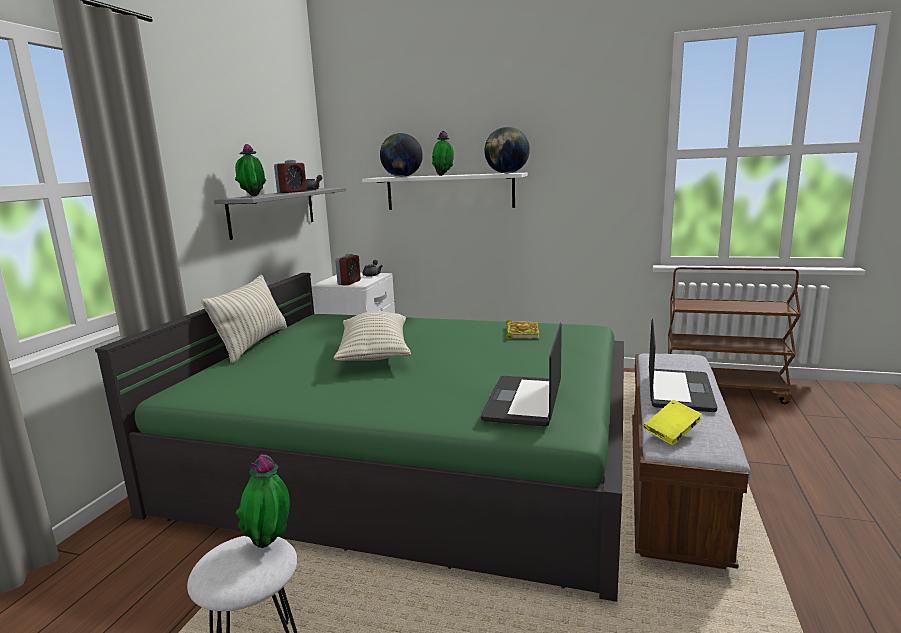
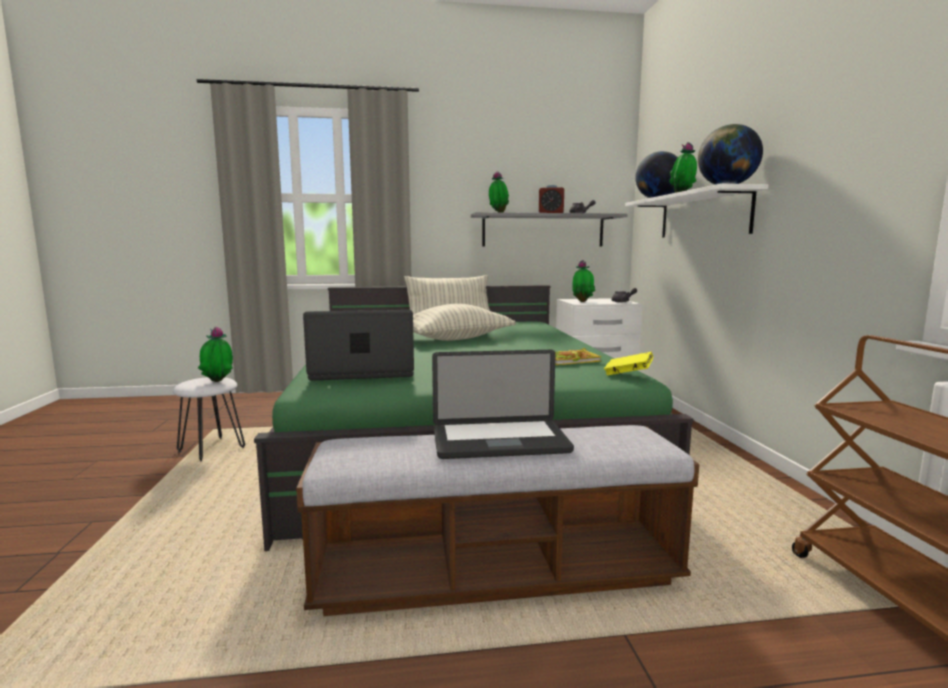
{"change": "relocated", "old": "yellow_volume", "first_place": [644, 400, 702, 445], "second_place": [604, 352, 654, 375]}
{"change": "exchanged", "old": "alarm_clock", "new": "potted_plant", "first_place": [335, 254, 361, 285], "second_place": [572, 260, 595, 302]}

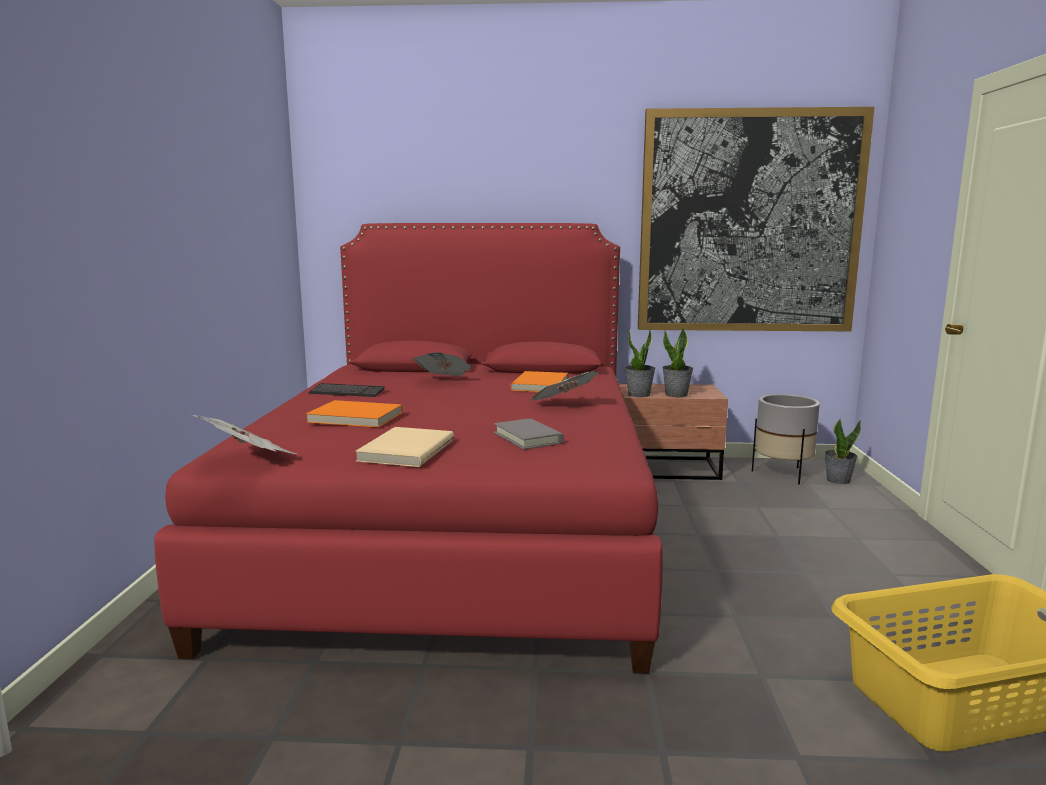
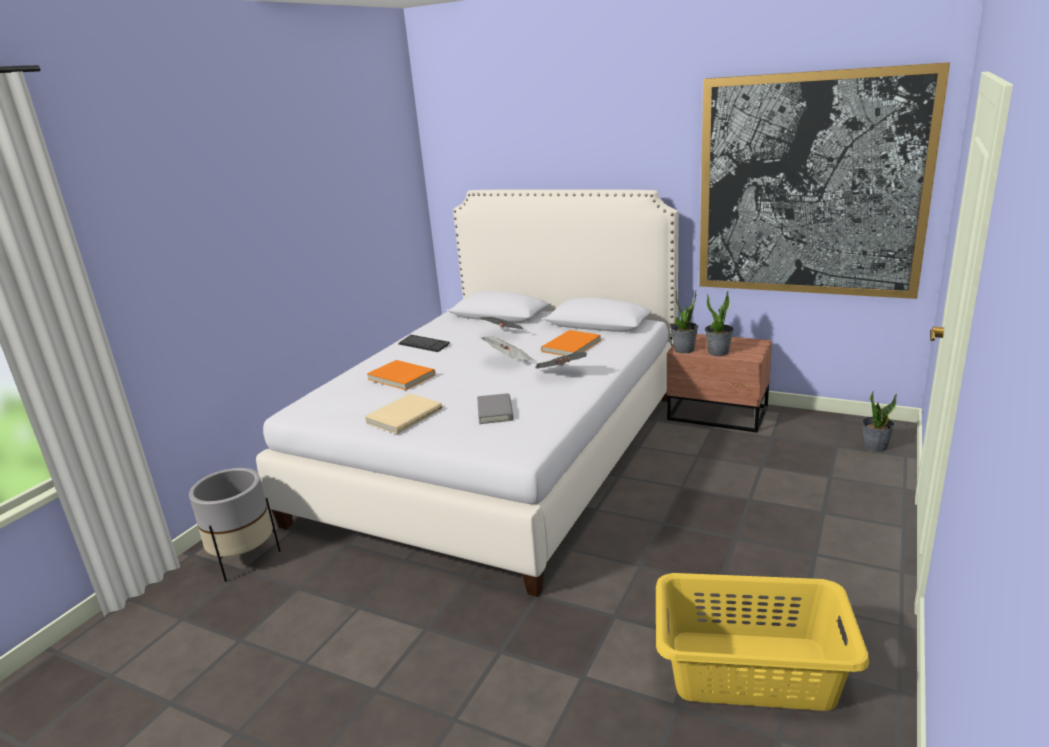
{"change": "relocated", "old": "daily_paper", "first_place": [192, 415, 296, 454], "second_place": [479, 336, 536, 361]}
{"change": "relocated", "old": "greyish_flower_pot", "first_place": [752, 394, 820, 485], "second_place": [189, 468, 281, 582]}
{"change": "colour", "old": "red-coloured_bedroom_bed", "new": "whitish_bedroom_bed", "first_place": [154, 223, 663, 674], "second_place": [256, 189, 679, 597]}

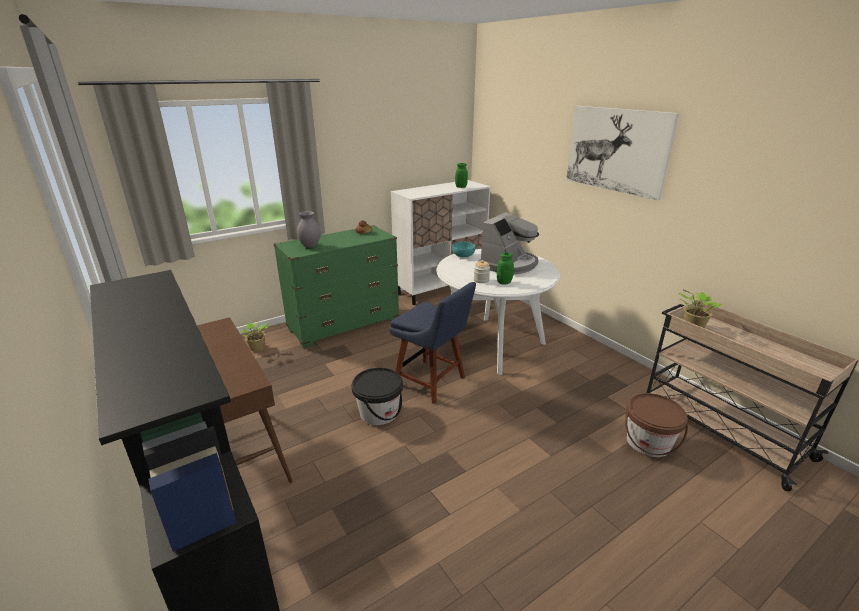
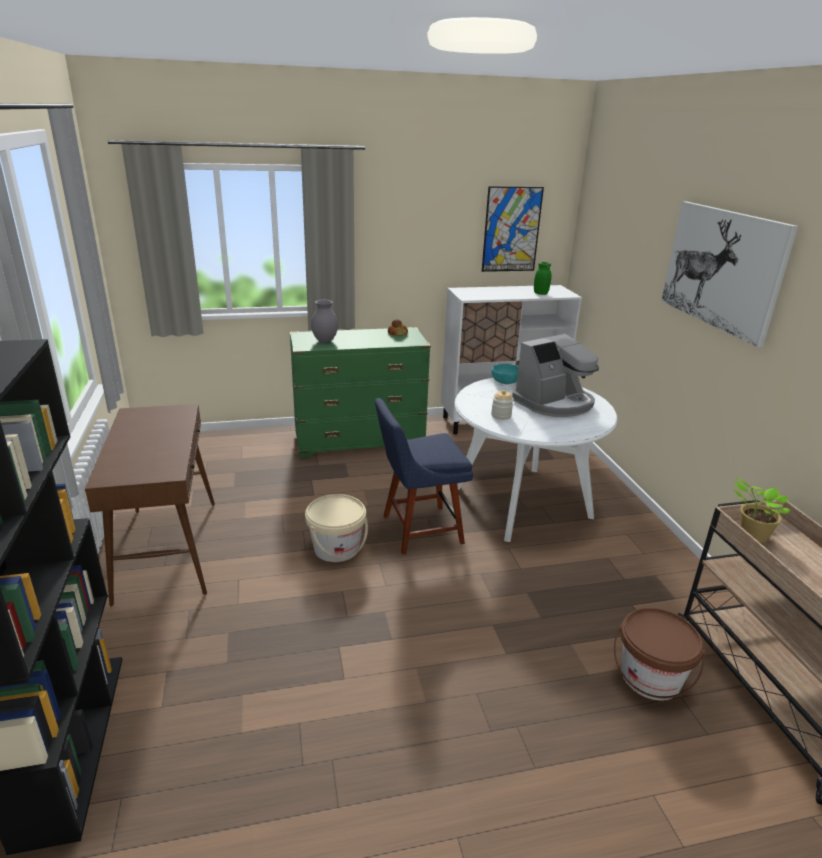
{"change": "missing", "old": "potted_plant", "first_place": [240, 323, 268, 352]}
{"change": "missing", "old": "green-coloured_storage_jar", "first_place": [497, 253, 514, 284]}
{"change": "appeared", "new": "wall_art", "second_place": [482, 186, 544, 272]}
{"change": "colour", "old": "blackish_pail", "new": "beige-coloured_pail", "first_place": [352, 368, 403, 425], "second_place": [305, 494, 368, 562]}
{"change": "spun", "old": "bluish_chair", "first_place": [389, 282, 476, 404], "second_place": [375, 398, 473, 555], "degrees": 105}

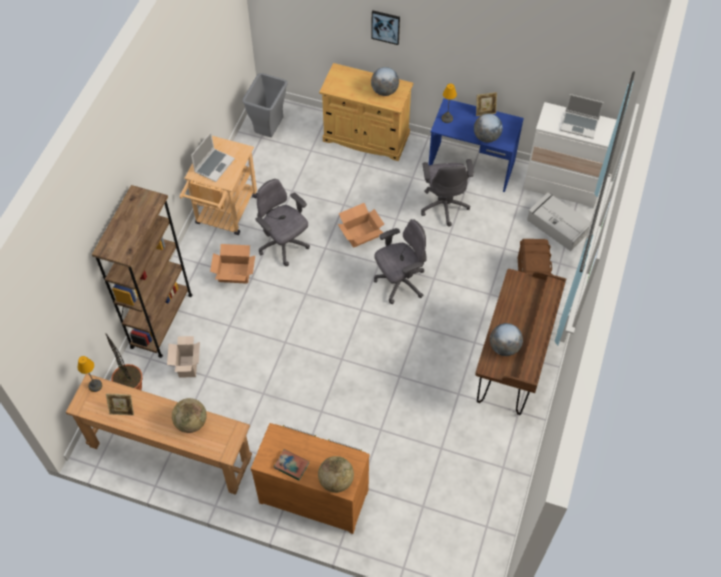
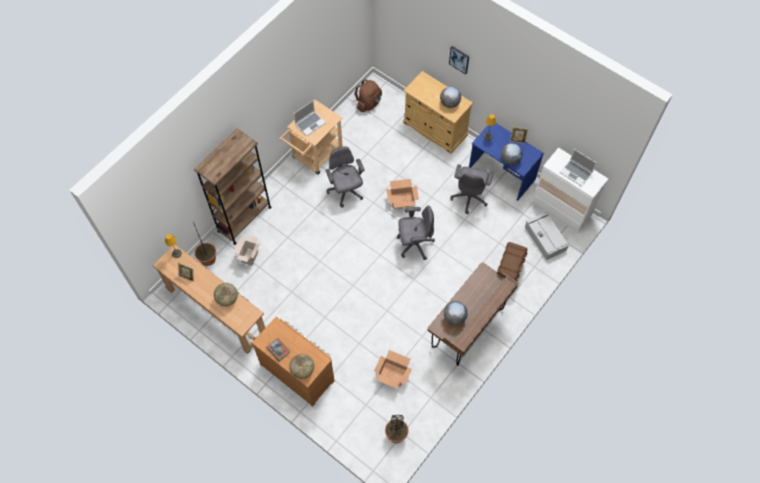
{"change": "appeared", "new": "potted_plant", "second_place": [385, 415, 409, 443]}
{"change": "relocated", "old": "cardboard_box", "first_place": [210, 244, 255, 284], "second_place": [374, 350, 412, 389]}
{"change": "exchanged", "old": "greyish_rubbish_bin", "new": "brown-coloured_rucksack", "first_place": [243, 73, 287, 137], "second_place": [354, 79, 382, 112]}

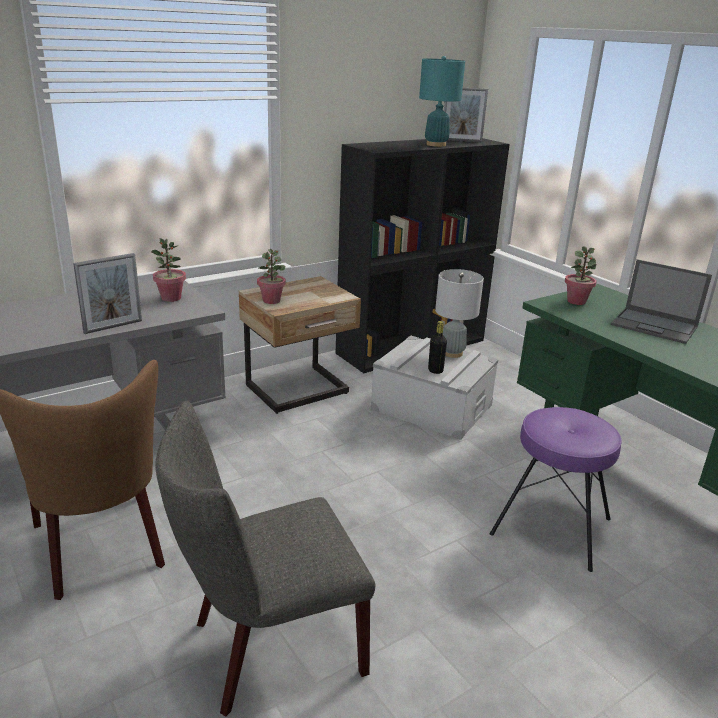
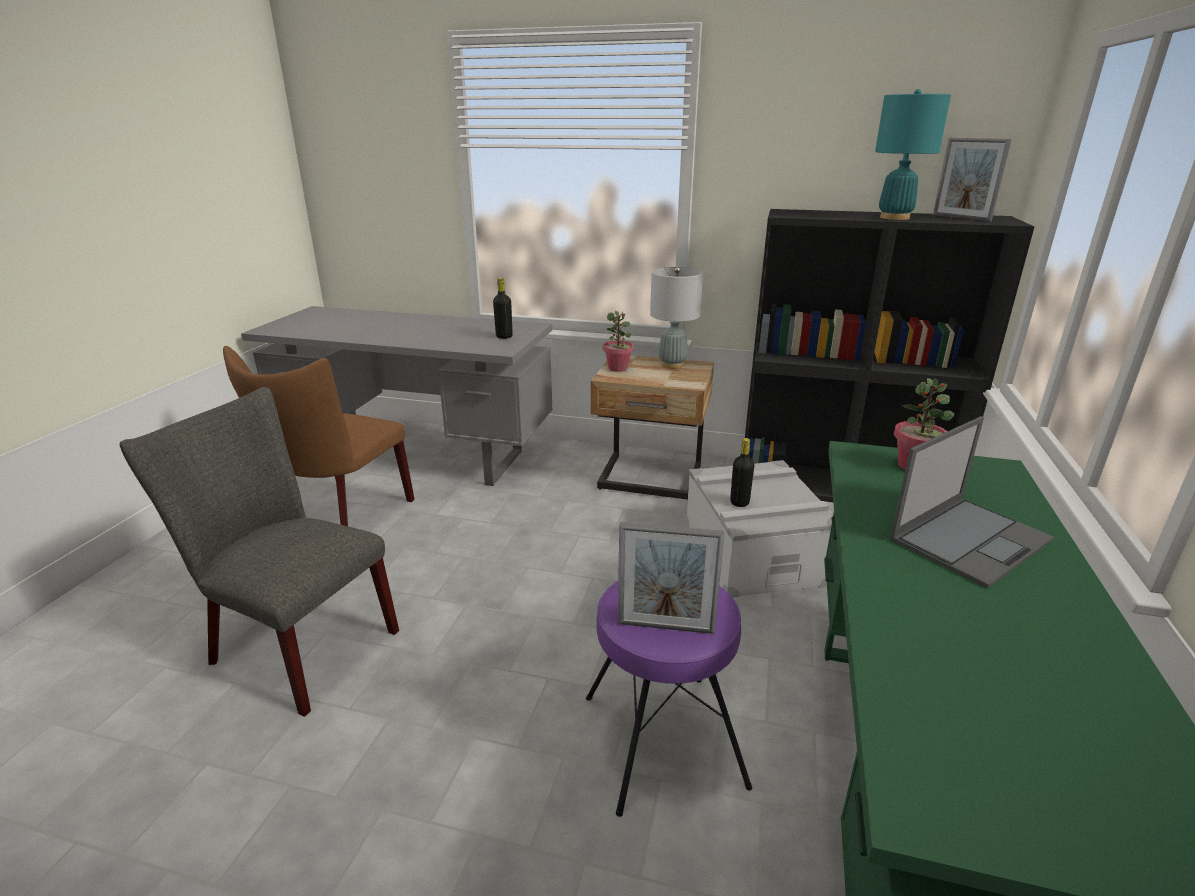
{"change": "relocated", "old": "picture_frame", "first_place": [73, 253, 142, 334], "second_place": [618, 522, 724, 634]}
{"change": "relocated", "old": "greyish_table_lamp", "first_place": [435, 269, 484, 358], "second_place": [650, 267, 703, 369]}
{"change": "exchanged", "old": "potted_plant", "new": "blackish_drink_bottle", "first_place": [151, 238, 186, 302], "second_place": [493, 278, 513, 339]}
{"change": "spun", "old": "laptop", "first_place": [611, 259, 712, 344], "second_place": [890, 416, 1054, 588], "degrees": -120}

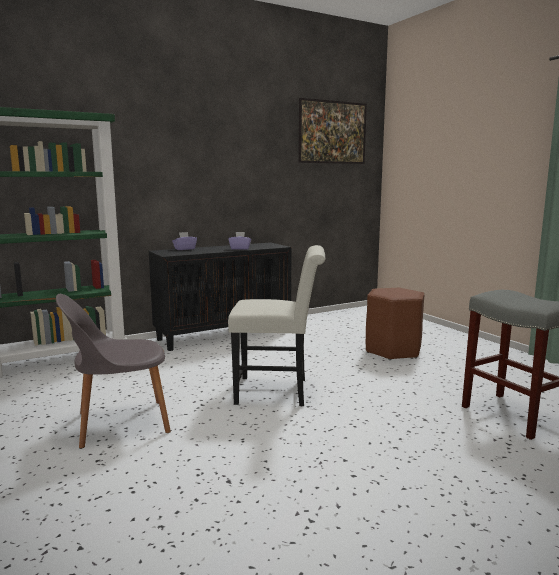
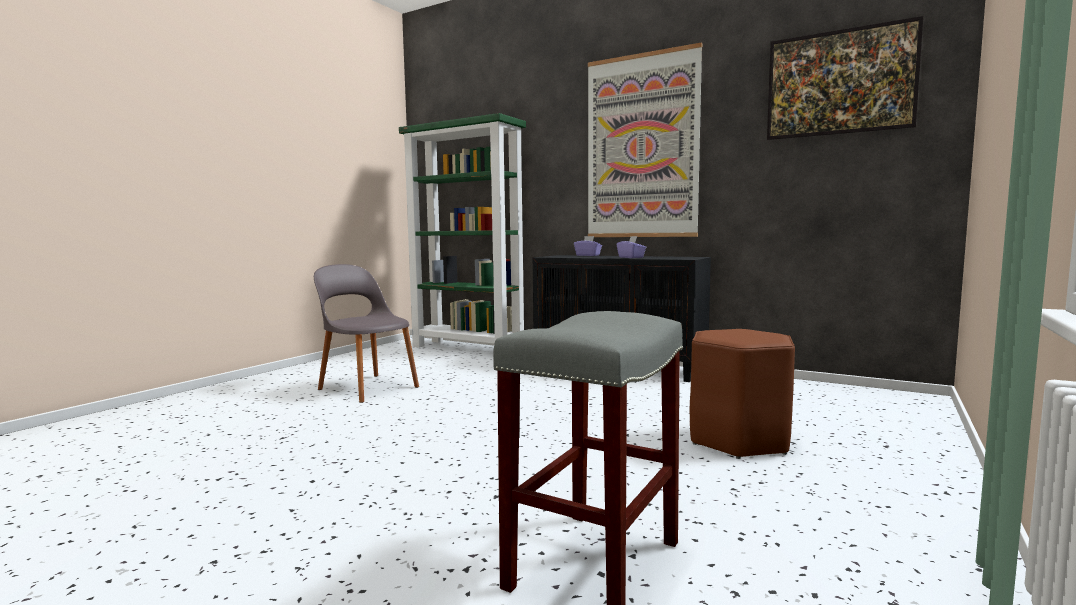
{"change": "missing", "old": "whitish_chair", "first_place": [228, 245, 325, 406]}
{"change": "appeared", "new": "wall_art", "second_place": [588, 42, 702, 237]}

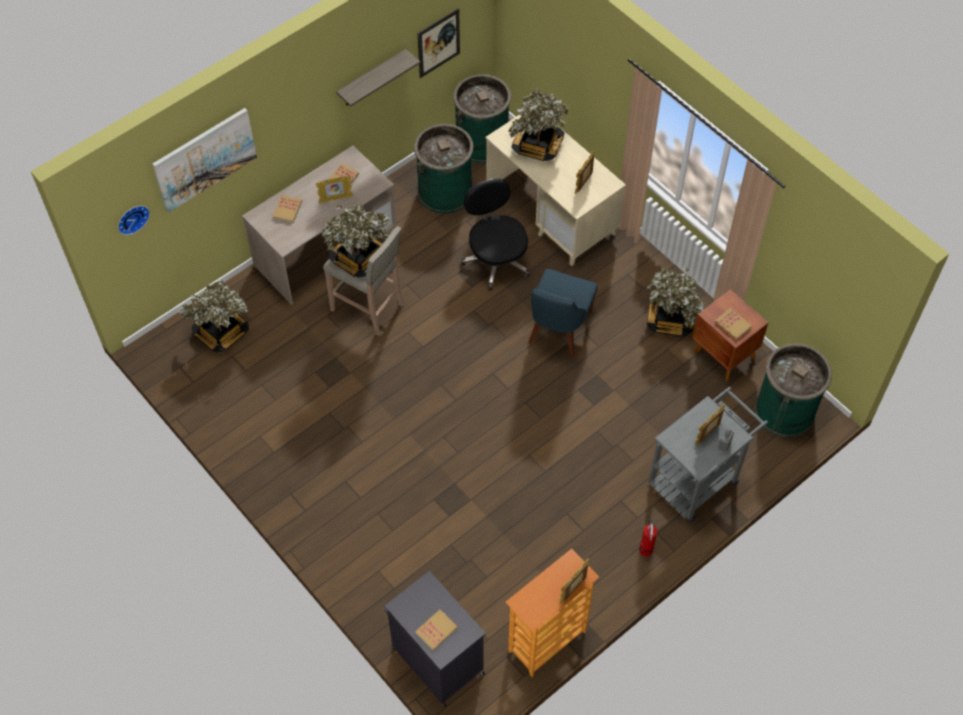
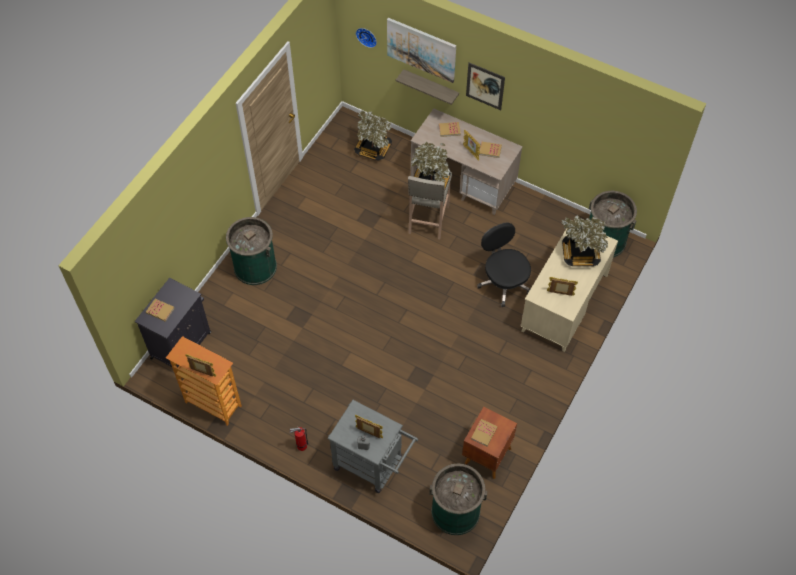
{"change": "missing", "old": "bluish_chair", "first_place": [528, 269, 597, 357]}
{"change": "missing", "old": "potted_plant", "first_place": [647, 268, 704, 336]}
{"change": "relocated", "old": "shelf", "first_place": [336, 49, 420, 107], "second_place": [396, 69, 459, 105]}
{"change": "relocated", "old": "green-coloured_rubbish_bin", "first_place": [414, 124, 474, 214], "second_place": [226, 217, 277, 285]}
{"change": "relocated", "old": "wall_art", "first_place": [417, 8, 460, 78], "second_place": [466, 63, 505, 110]}
{"change": "spun", "old": "blackish_computer_chair", "first_place": [461, 178, 530, 290], "second_place": [477, 223, 531, 307], "degrees": -75}

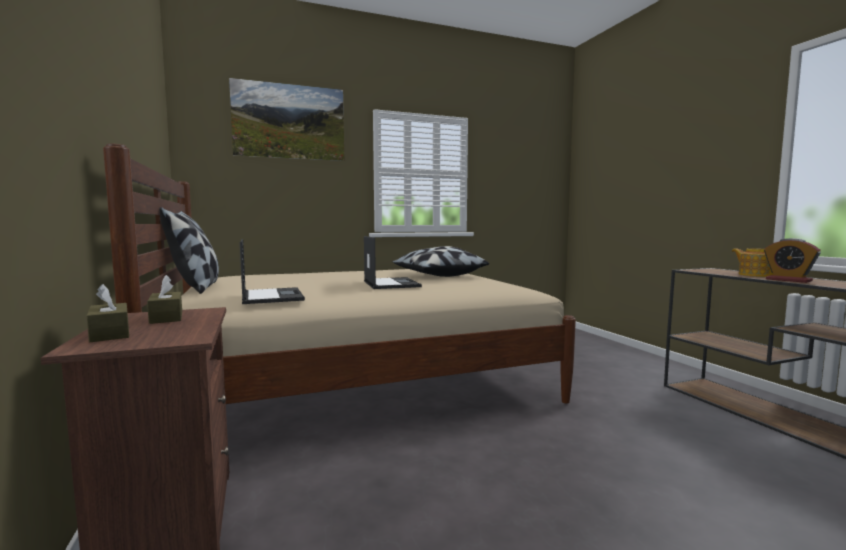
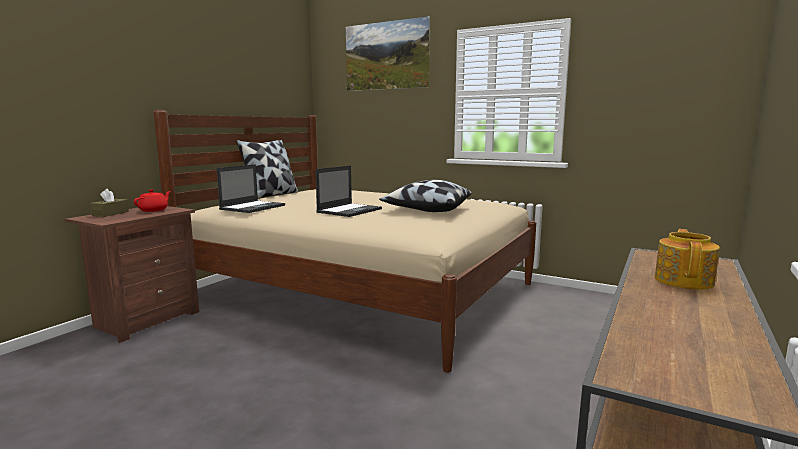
{"change": "missing", "old": "alarm_clock", "first_place": [764, 238, 821, 283]}
{"change": "exchanged", "old": "brown-coloured_box_of_tissues", "new": "red-coloured_teapot", "first_place": [147, 275, 182, 324], "second_place": [134, 189, 171, 212]}

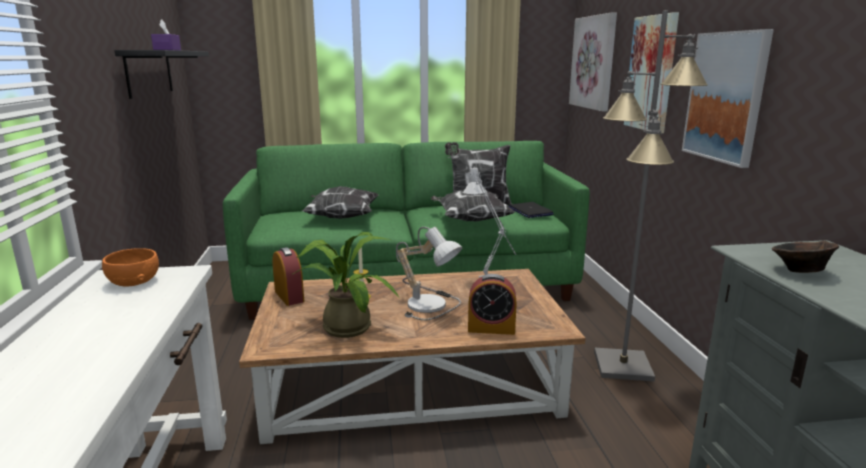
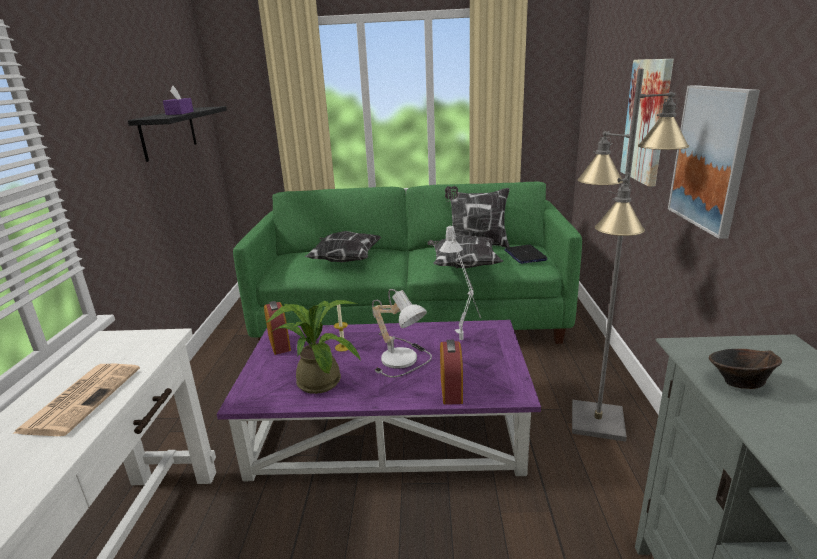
{"change": "missing", "old": "orangey_deep_dish", "first_place": [102, 248, 159, 287]}
{"change": "missing", "old": "wall_art", "first_place": [569, 12, 617, 112]}
{"change": "appeared", "new": "daily_paper", "second_place": [12, 364, 140, 436]}
{"change": "colour", "old": "brown-coloured_coffee_table", "new": "purple-coloured_coffee_table", "first_place": [239, 269, 585, 444], "second_place": [217, 320, 541, 481]}
{"change": "spun", "old": "alarm_clock", "first_place": [468, 274, 517, 335], "second_place": [440, 340, 463, 405], "degrees": -105}

